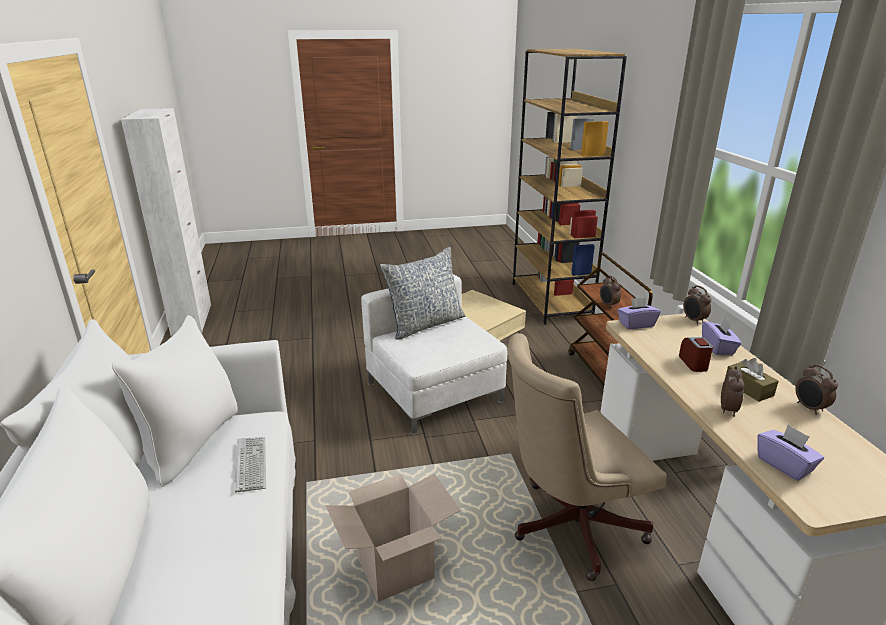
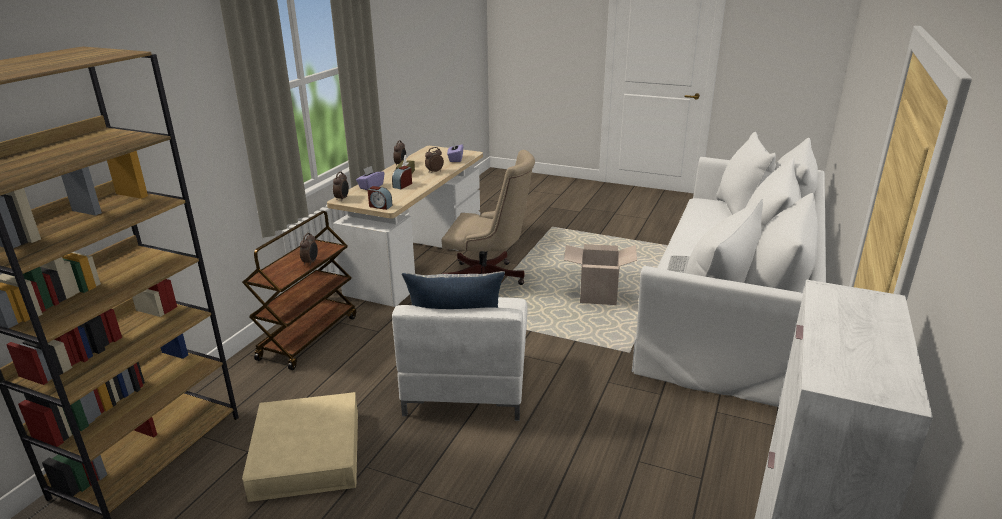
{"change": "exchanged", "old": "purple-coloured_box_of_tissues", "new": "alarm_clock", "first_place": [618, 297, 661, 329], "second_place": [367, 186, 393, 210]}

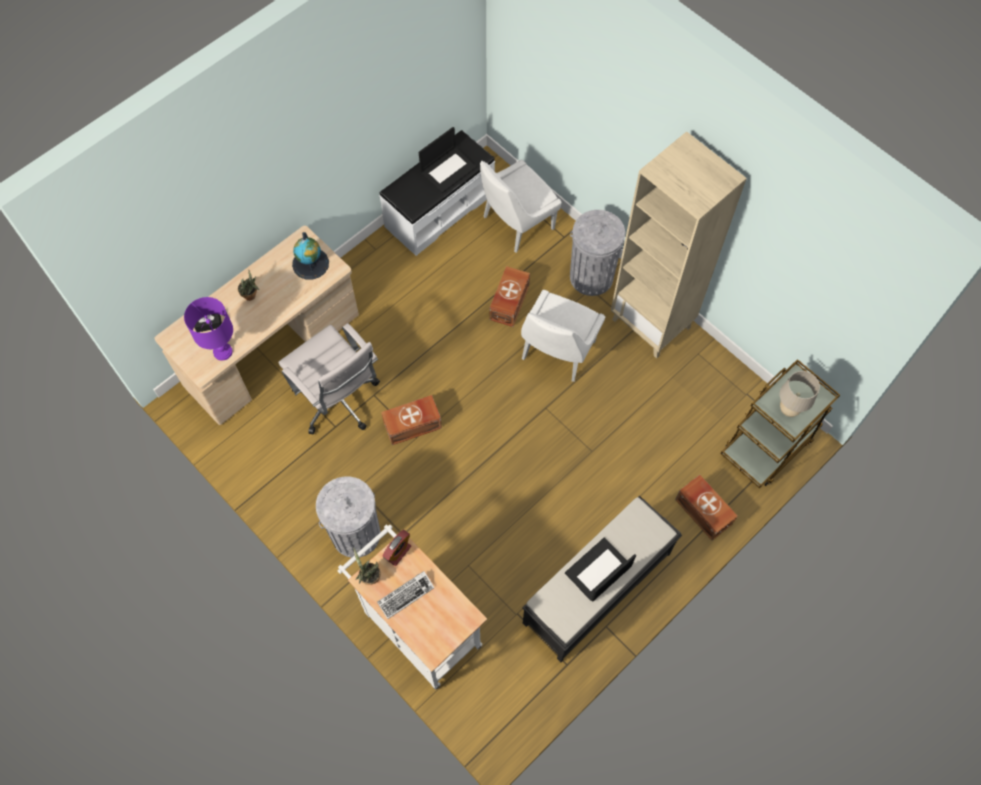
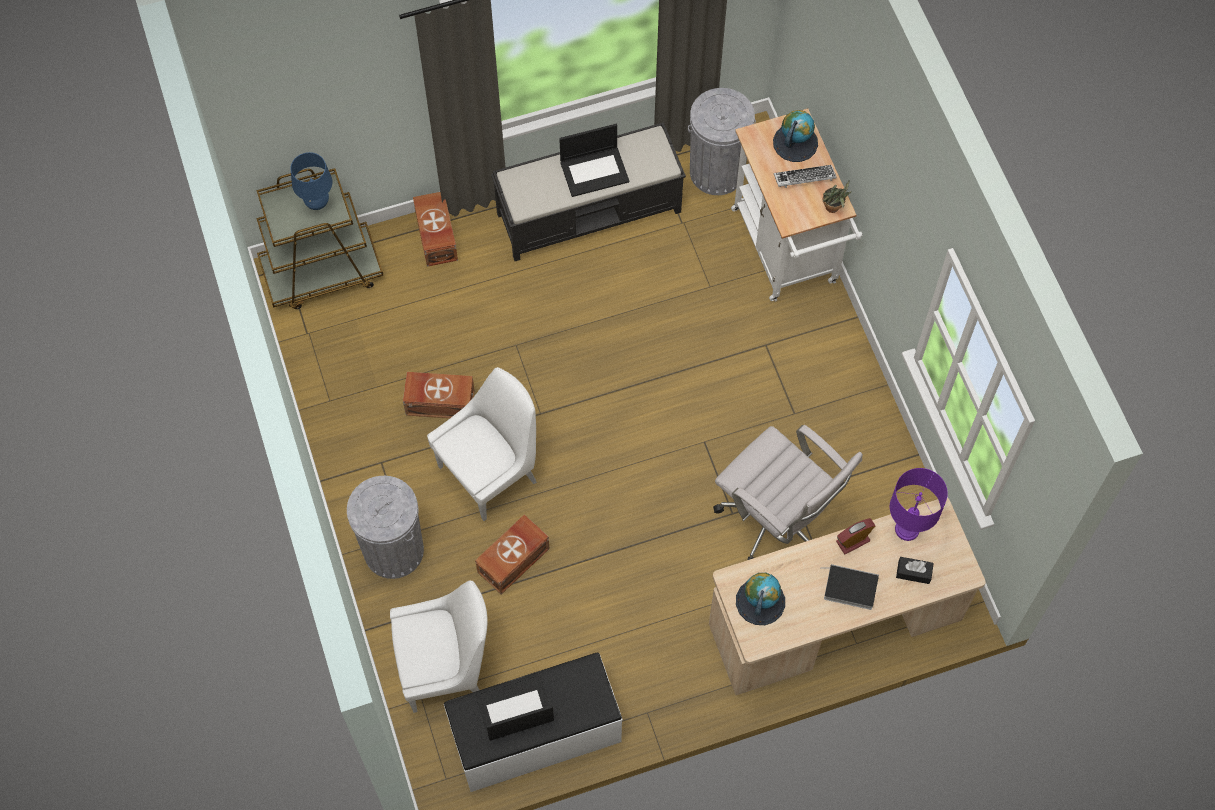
{"change": "missing", "old": "beige-coloured_shelving_unit", "first_place": [611, 131, 747, 359]}
{"change": "appeared", "new": "desk_globe", "second_place": [773, 110, 818, 162]}
{"change": "relocated", "old": "greyish_rubbish_bin", "first_place": [316, 476, 381, 558], "second_place": [688, 88, 756, 195]}
{"change": "relocated", "old": "brown-coloured_storage_container", "first_place": [381, 395, 442, 445], "second_place": [403, 372, 475, 418]}
{"change": "relocated", "old": "alarm_clock", "first_place": [382, 530, 411, 566], "second_place": [836, 518, 875, 554]}
{"change": "exchanged", "old": "potted_plant", "new": "volume", "first_place": [238, 269, 259, 301], "second_place": [820, 564, 879, 610]}
{"change": "colour", "old": "beige-coloured_table_lamp", "new": "bluish_table_lamp", "first_place": [780, 371, 820, 417], "second_place": [291, 152, 332, 210]}
{"change": "spun", "old": "whitish_computer_chair", "first_place": [278, 323, 380, 435], "second_place": [713, 425, 863, 560], "degrees": 150}

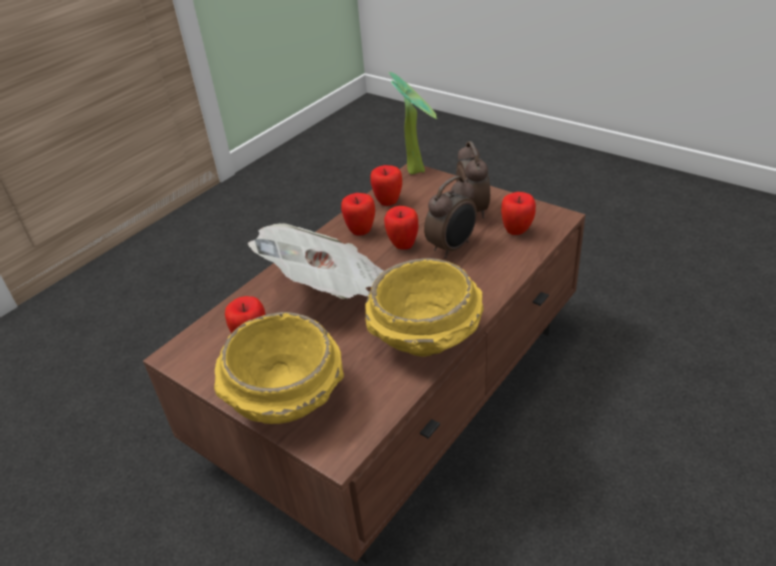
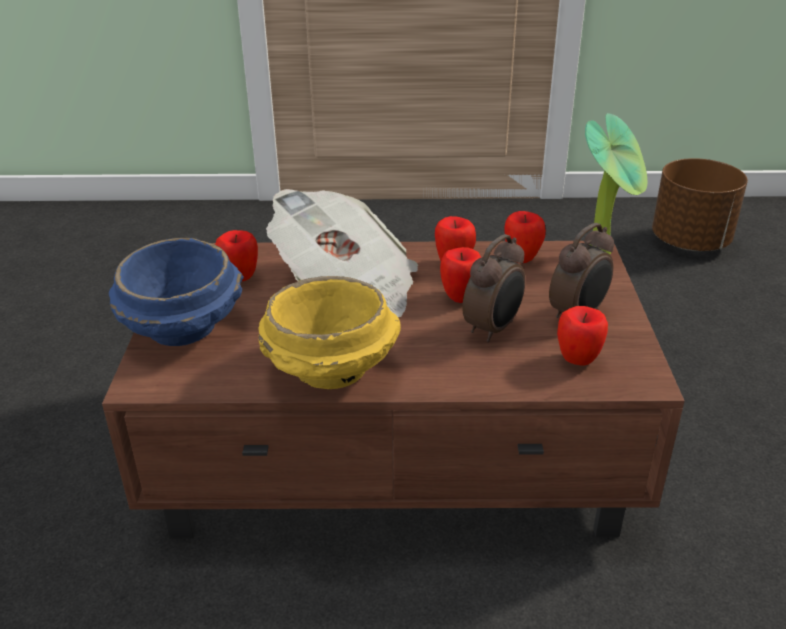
{"change": "appeared", "new": "brown-coloured_flower_pot", "second_place": [652, 158, 748, 251]}
{"change": "colour", "old": "yellow_deep_dish", "new": "bluish_deep_dish", "first_place": [214, 312, 344, 424], "second_place": [109, 238, 244, 346]}
{"change": "spun", "old": "alarm_clock", "first_place": [424, 176, 477, 258], "second_place": [462, 234, 525, 343], "degrees": -60}

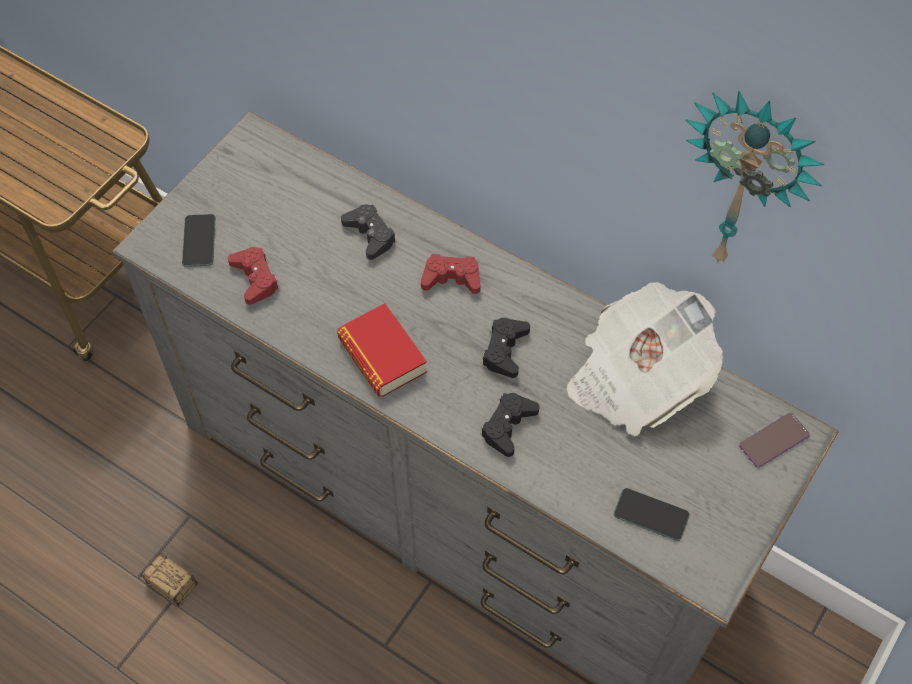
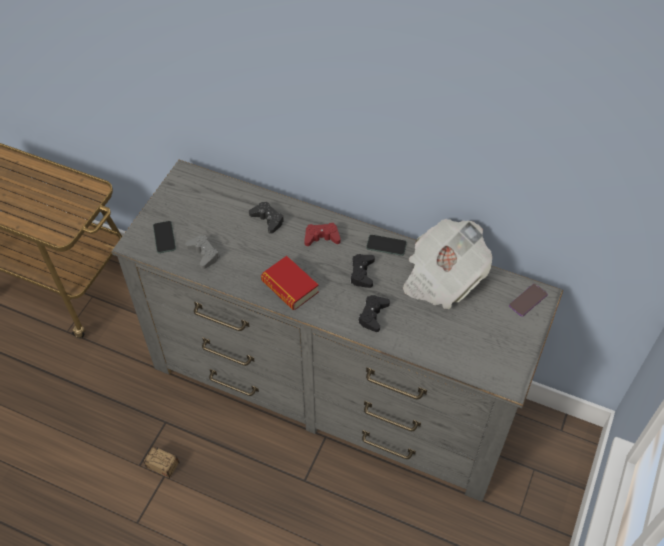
{"change": "missing", "old": "clock_on_the_wall", "first_place": [686, 91, 824, 264]}
{"change": "relocated", "old": "handset", "first_place": [614, 488, 690, 541], "second_place": [366, 235, 407, 256]}
{"change": "colour", "old": "red-coloured_gamepad", "new": "greyish_gamepad", "first_place": [228, 247, 280, 305], "second_place": [185, 235, 220, 269]}

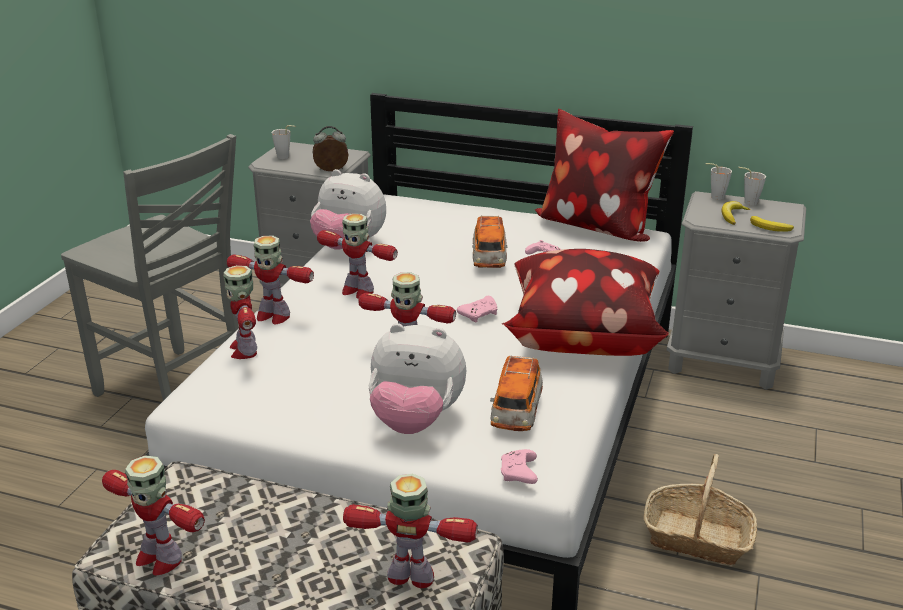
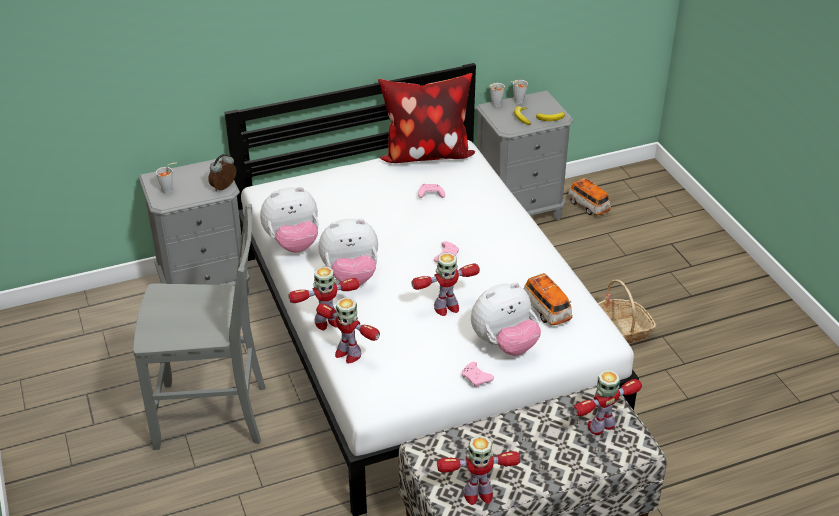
{"change": "missing", "old": "throw_pillow", "first_place": [501, 249, 669, 356]}
{"change": "relocated", "old": "toy_car", "first_place": [472, 215, 508, 268], "second_place": [568, 178, 611, 215]}
{"change": "relocated", "old": "pinkish_gamepad", "first_place": [501, 449, 538, 484], "second_place": [462, 362, 494, 387]}
{"change": "exchanged", "old": "toy_robot", "new": "cuddly_toy", "first_place": [317, 213, 398, 299], "second_place": [319, 219, 378, 285]}

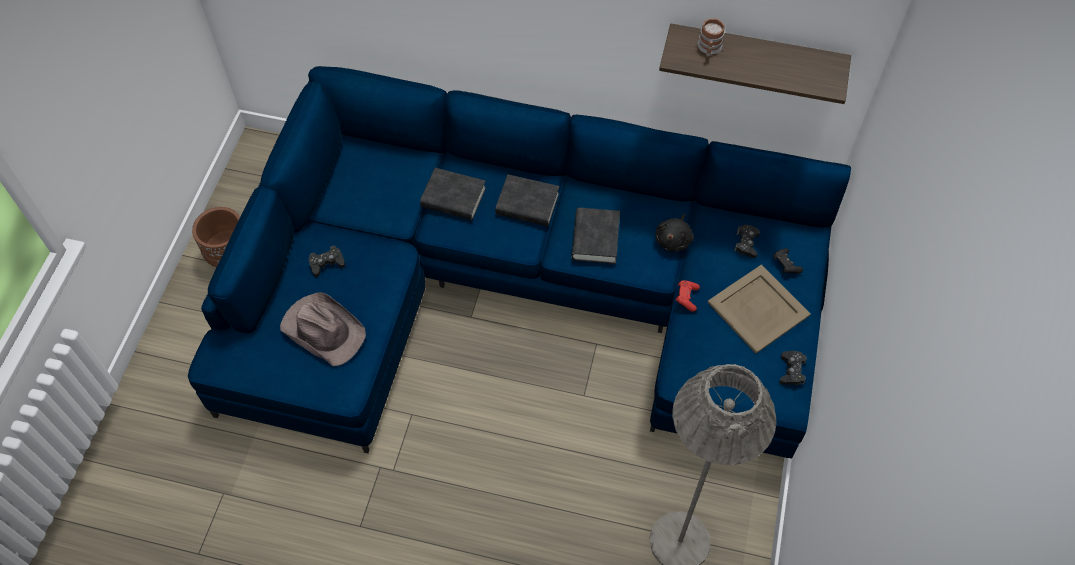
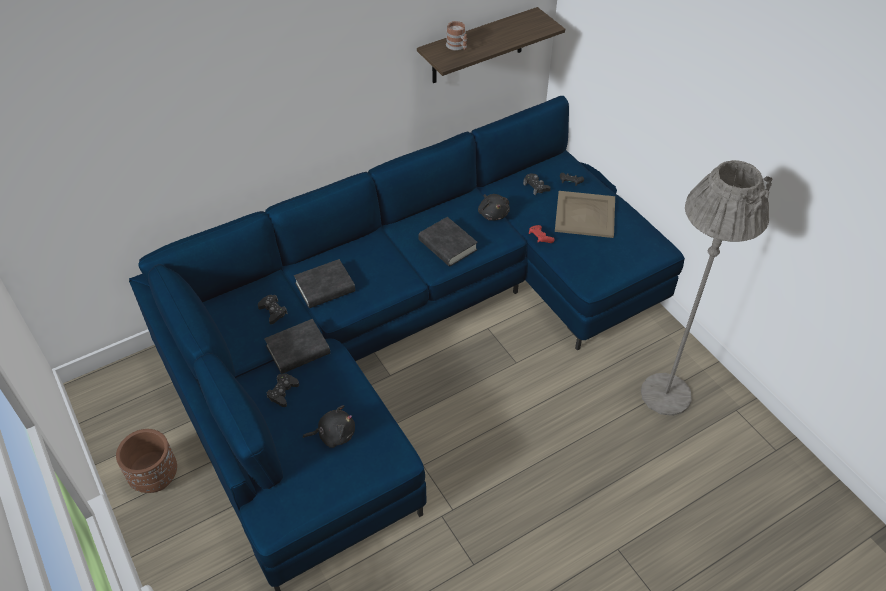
{"change": "relocated", "old": "blackish_volume", "first_place": [495, 174, 559, 226], "second_place": [264, 319, 330, 374]}
{"change": "relocated", "old": "blackish_gamepad", "first_place": [779, 351, 806, 385], "second_place": [258, 295, 288, 324]}
{"change": "exchanged", "old": "brown-coloured_clothing_hat", "new": "blackish_cuddly_toy", "first_place": [280, 292, 366, 366], "second_place": [303, 405, 355, 448]}

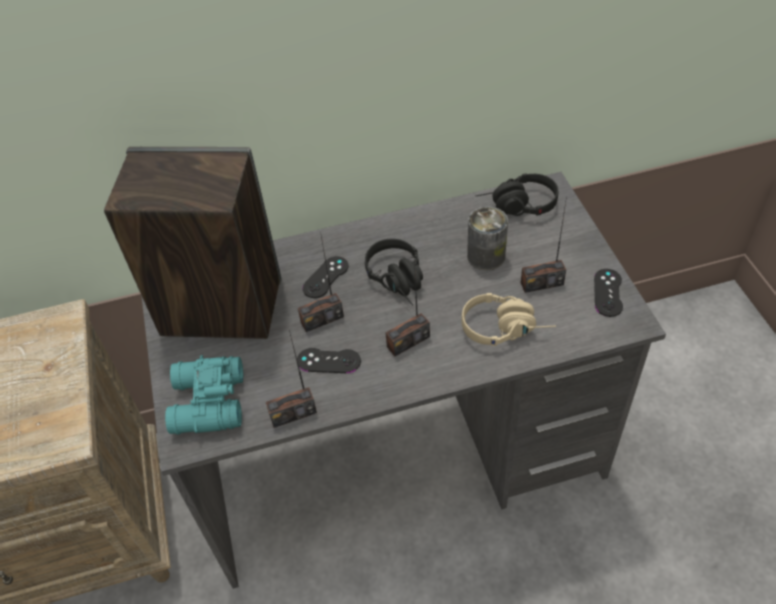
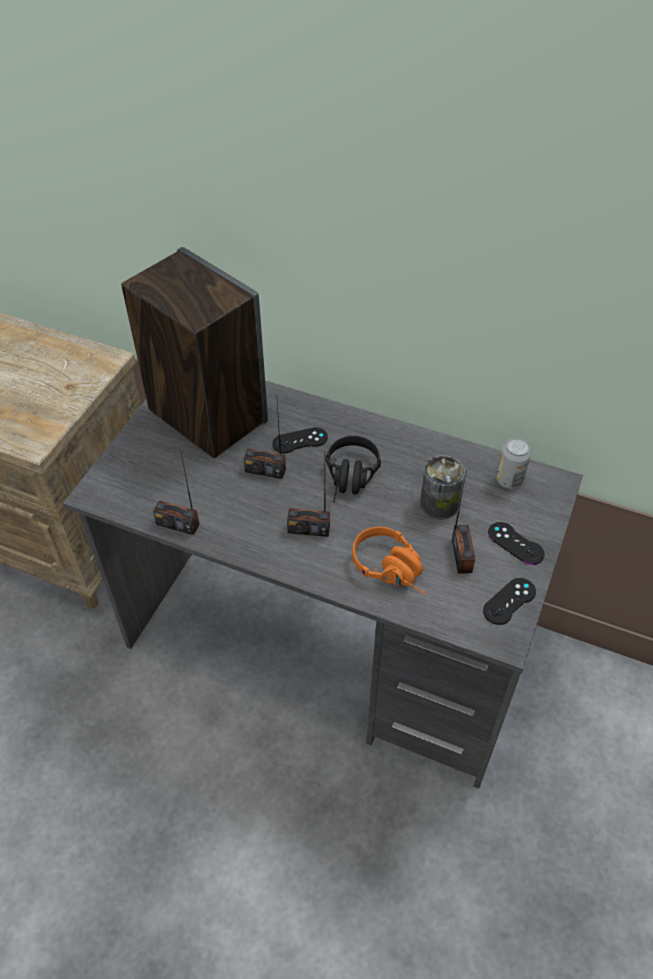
{"change": "missing", "old": "blue-green_pair_of_binoculars", "first_place": [165, 355, 243, 435]}
{"change": "relocated", "old": "blackish_gamepad", "first_place": [297, 348, 361, 373], "second_place": [488, 522, 545, 565]}
{"change": "exchanged", "old": "blackish_headphones", "new": "can", "first_place": [475, 173, 558, 216], "second_place": [496, 438, 531, 489]}
{"change": "colour", "old": "beige-coloured_headphones", "new": "orangey_headphones", "first_place": [461, 293, 556, 346], "second_place": [352, 527, 427, 595]}
{"change": "spun", "old": "radio_set", "first_place": [521, 196, 567, 293], "second_place": [452, 470, 475, 574], "degrees": -120}

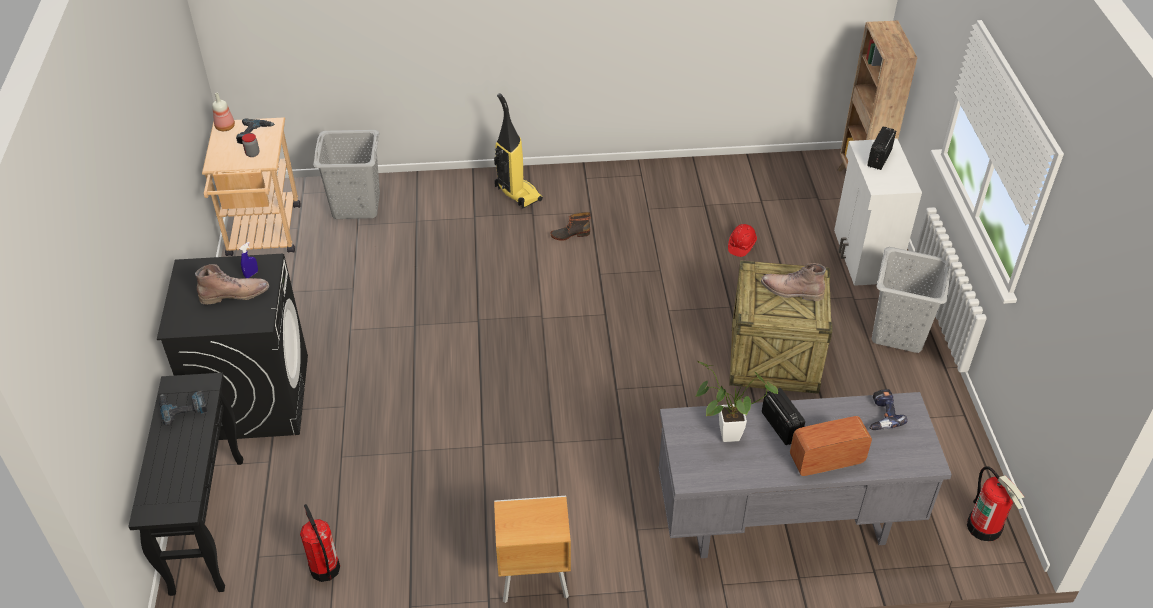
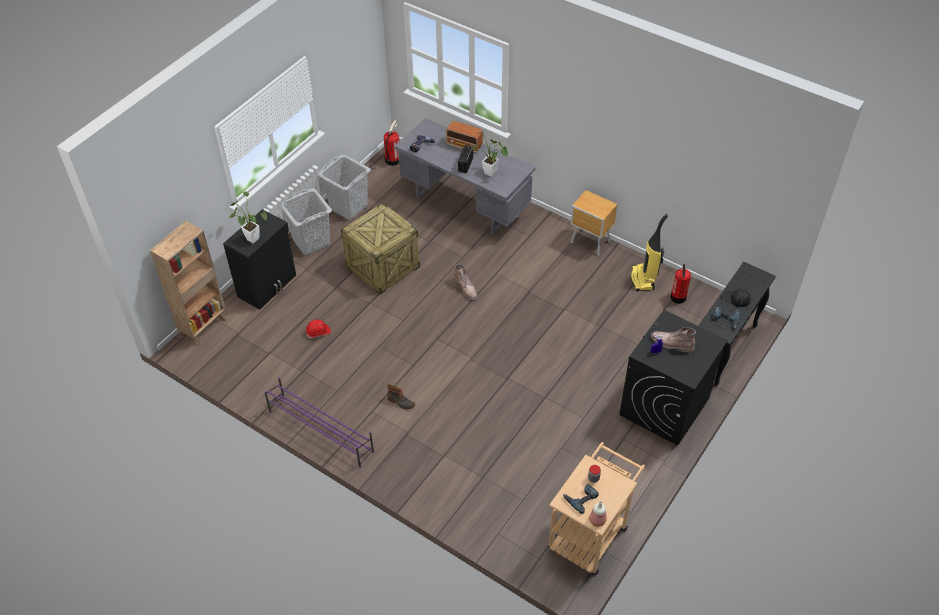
{"change": "appeared", "new": "purple-coloured_shoe_stand", "second_place": [264, 377, 374, 468]}
{"change": "appeared", "new": "blackish_baseball_cap", "second_place": [722, 289, 751, 307]}
{"change": "relocated", "old": "greyish_hamper", "first_place": [313, 130, 380, 219], "second_place": [318, 154, 371, 220]}
{"change": "relocated", "old": "vacuum", "first_place": [494, 93, 543, 208], "second_place": [631, 214, 668, 292]}
{"change": "relocated", "old": "brown-coloured_boot", "first_place": [761, 263, 826, 301], "second_place": [454, 264, 478, 300]}
{"change": "exchanged", "old": "radio_set", "new": "potted_plant", "first_place": [867, 127, 896, 170], "second_place": [229, 191, 267, 243]}
{"change": "colour", "old": "whitish_cabinet", "new": "blackish_cabinet", "first_place": [834, 138, 922, 286], "second_place": [223, 209, 296, 310]}

